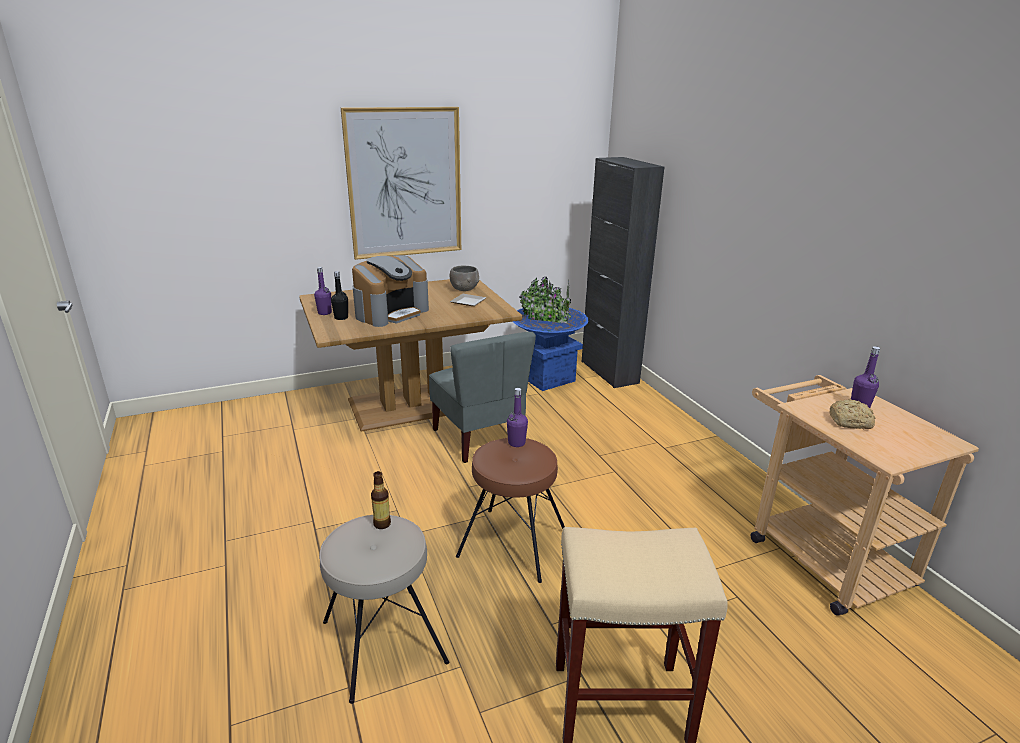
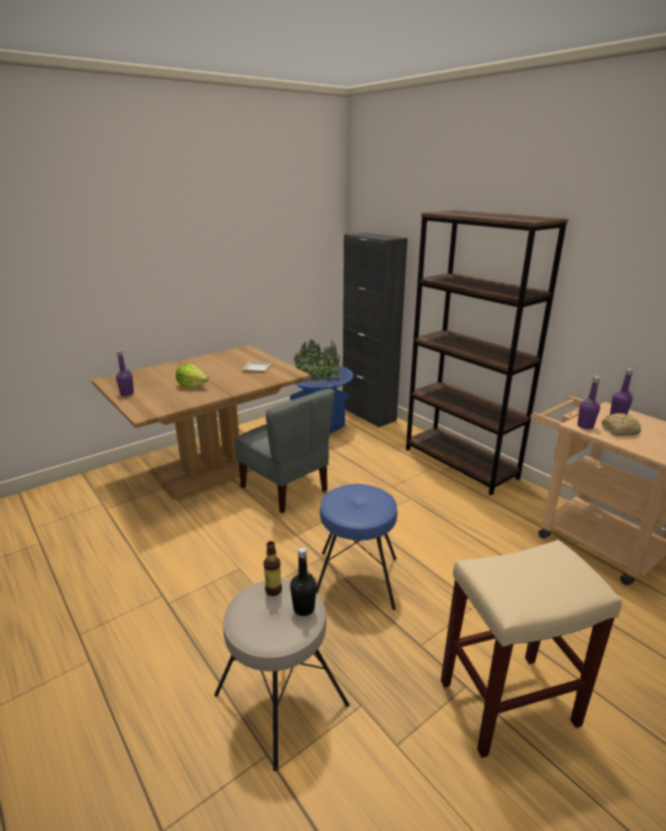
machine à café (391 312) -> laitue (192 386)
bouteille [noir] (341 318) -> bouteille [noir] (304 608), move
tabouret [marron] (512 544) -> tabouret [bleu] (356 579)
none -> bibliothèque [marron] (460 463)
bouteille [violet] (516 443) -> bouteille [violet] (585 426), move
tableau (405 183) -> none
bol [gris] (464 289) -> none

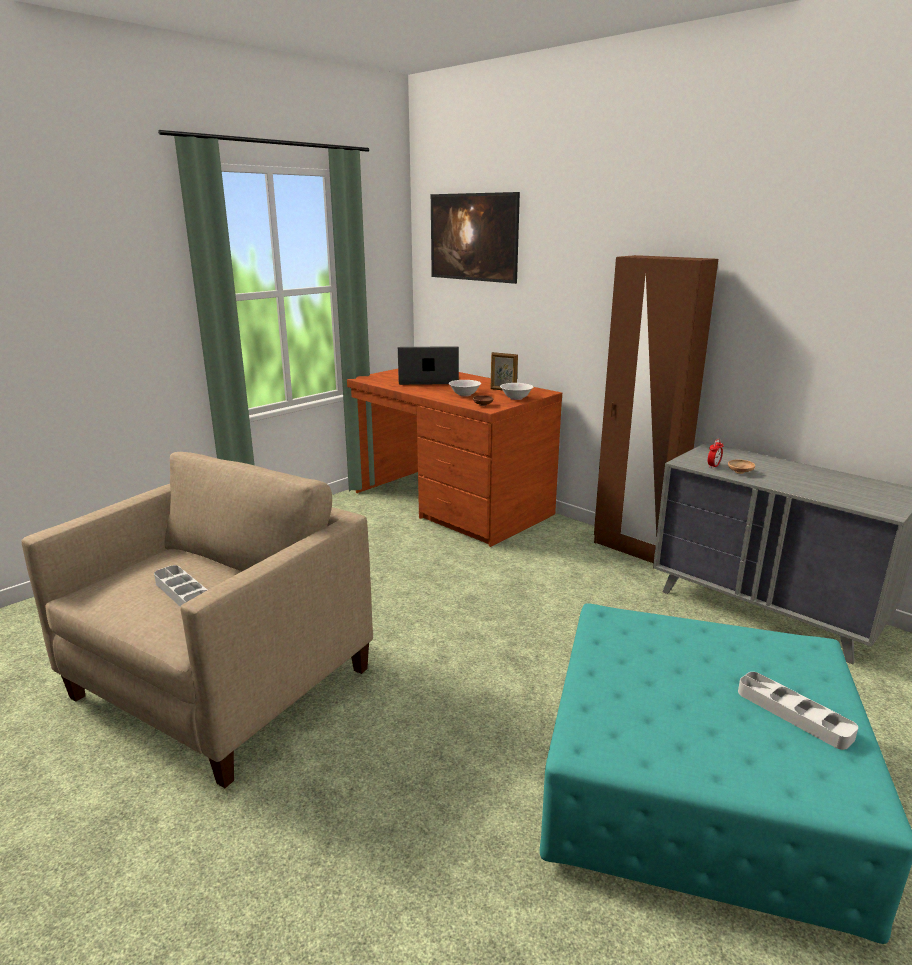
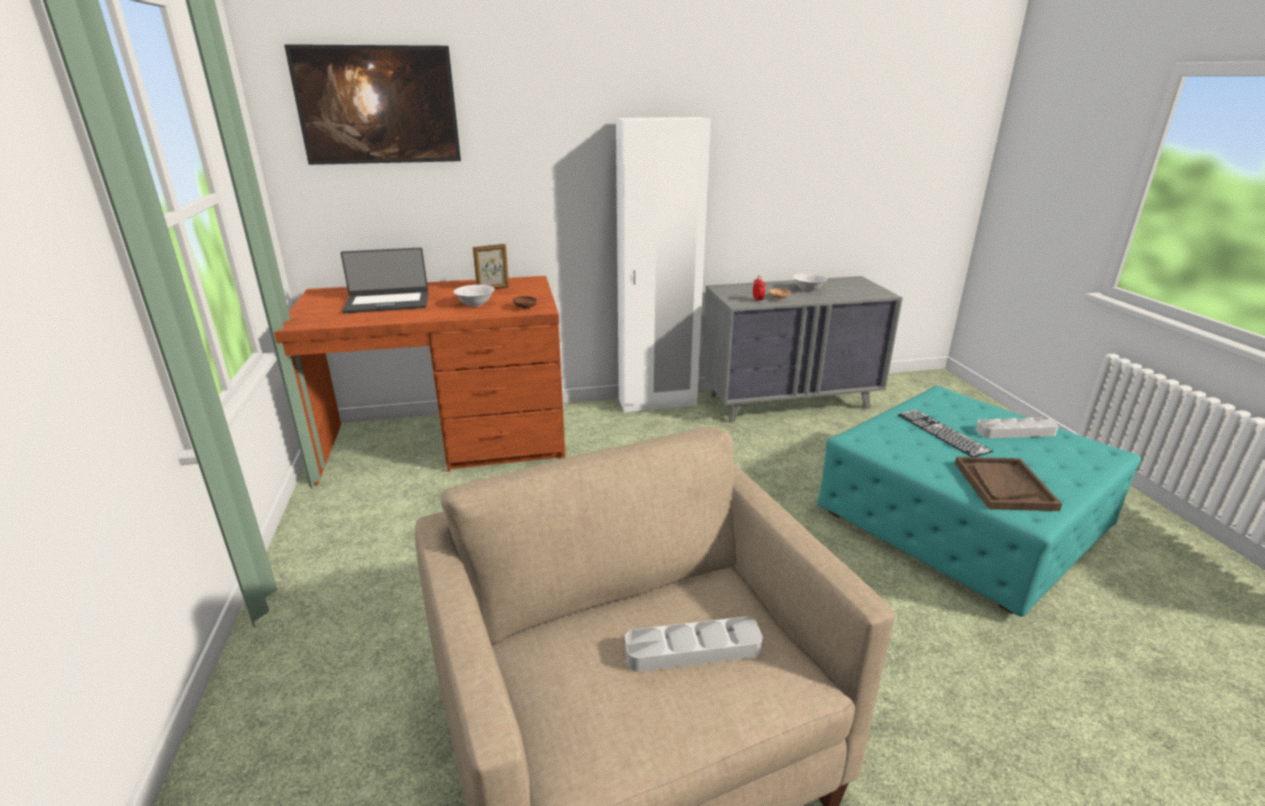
ordinateur portable (428 381) -> ordinateur portable (387 303), 135 degrees counterclockwise
armoire [marron] (635 549) -> armoire [blanc] (657 403)
bol [blanc] (516 398) -> bol [blanc] (808 290), move
none -> clavier (942 432)
none -> plateau [marron] (1003 485)

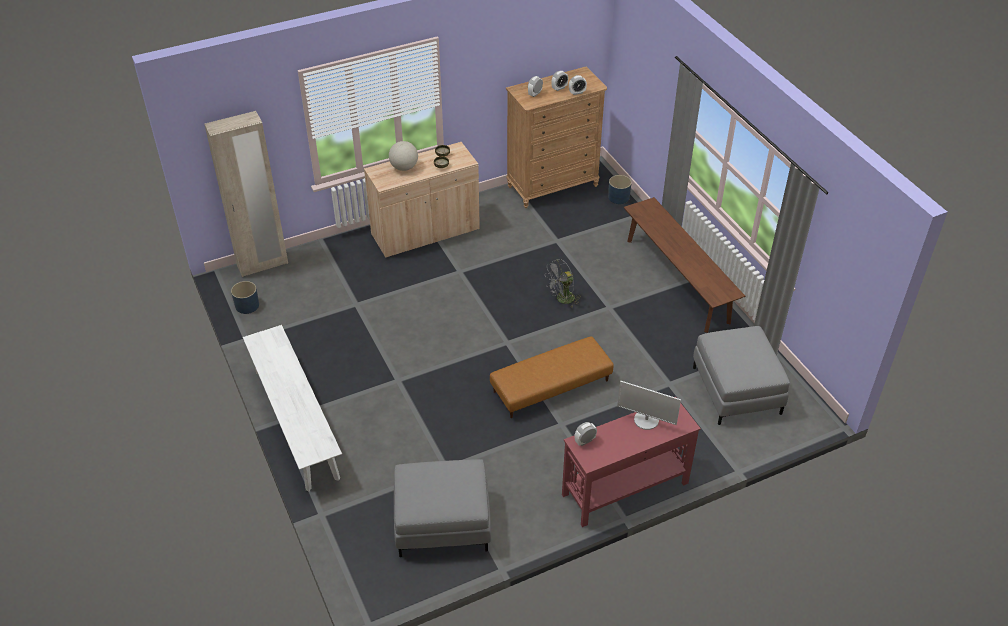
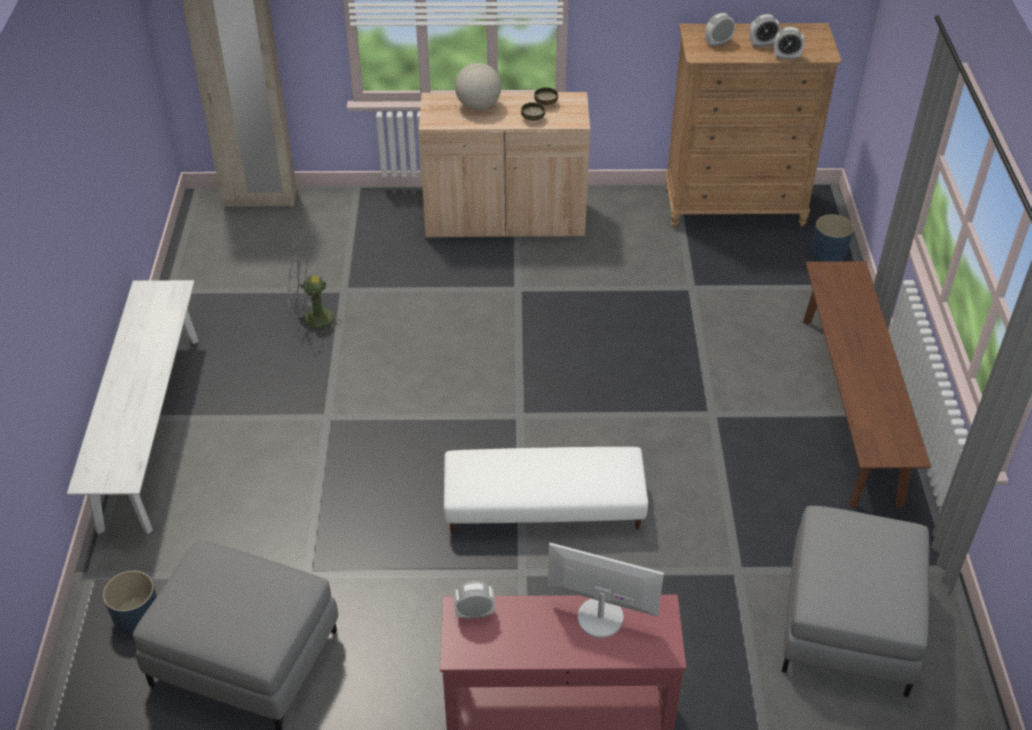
cache-pot [bleu] (247 306) -> cache-pot [bleu] (137 616), move
ventilateur [gris] (562 300) -> ventilateur [gris] (311 319), move
pouf [marron] (551 386) -> pouf [blanc] (543 506)
écran d'ordinateur (646 420) -> écran d'ordinateur (600 617), 150 degrees clockwise

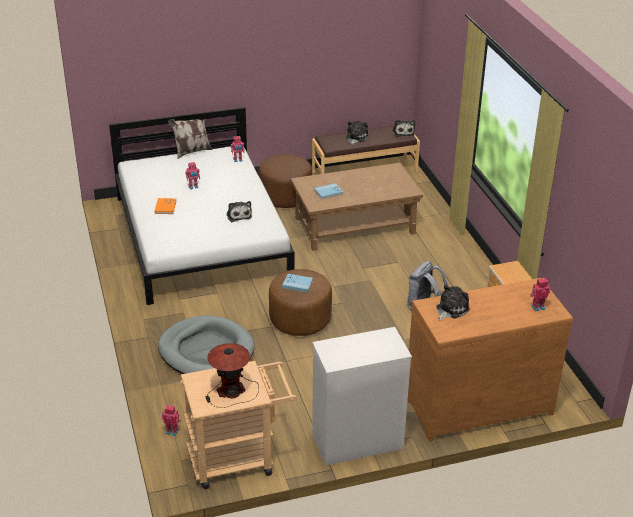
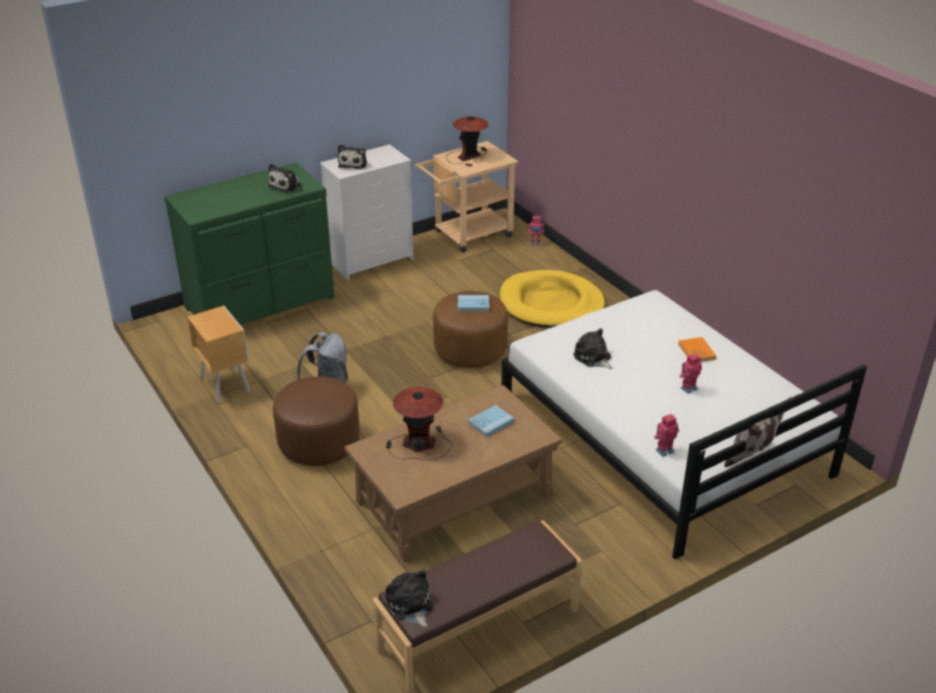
commode [marron] (477 404) -> commode [vert] (261 303)
pouf [marron] (285 197) -> pouf [marron] (318 443), move
peluche (355 137) -> peluche (353 164), move
none -> lampe de table (419 443)
panier pour chien [gris] (206 351) -> panier pour chien [jaune] (551 304)
robot jouet (537 307) -> none

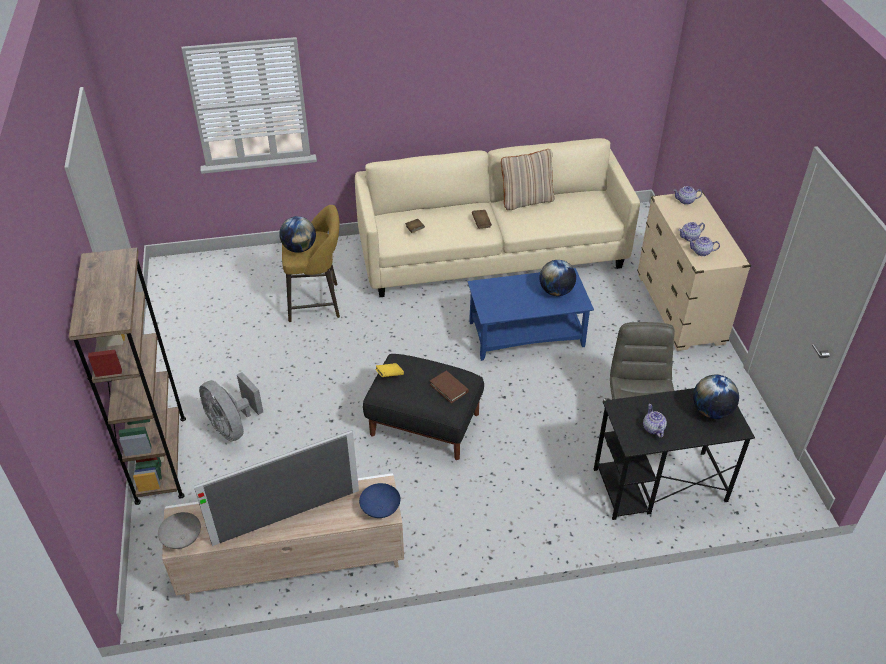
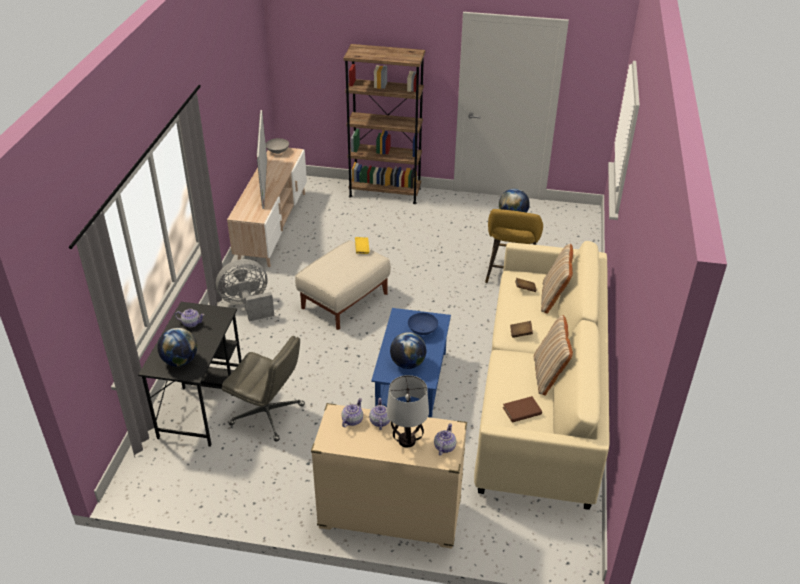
ventilateur [gris] (232 426) -> ventilateur [gris] (247 305), move
pouf [noir] (424 423) -> pouf [beige] (345 300)
none -> lampe de table (407 440)
bol [bleu] (380 508) -> bol [bleu] (423 331), move
livre [marron] (449 388) -> livre [marron] (522 411), move
none -> coussin [beige] (553 298)

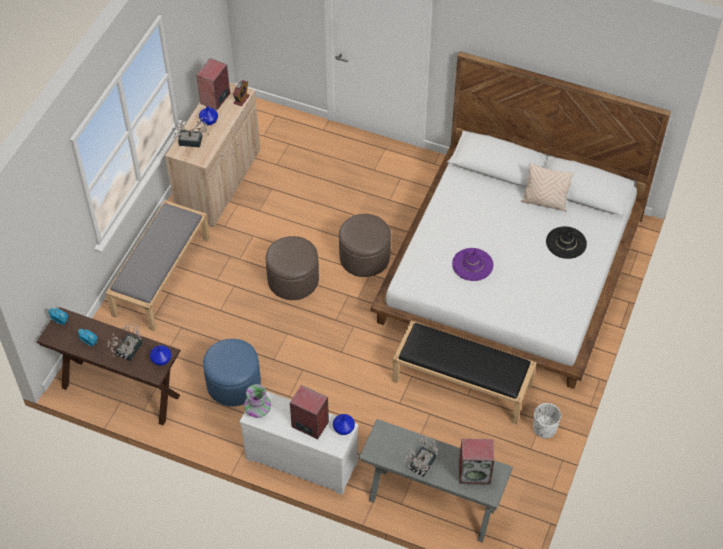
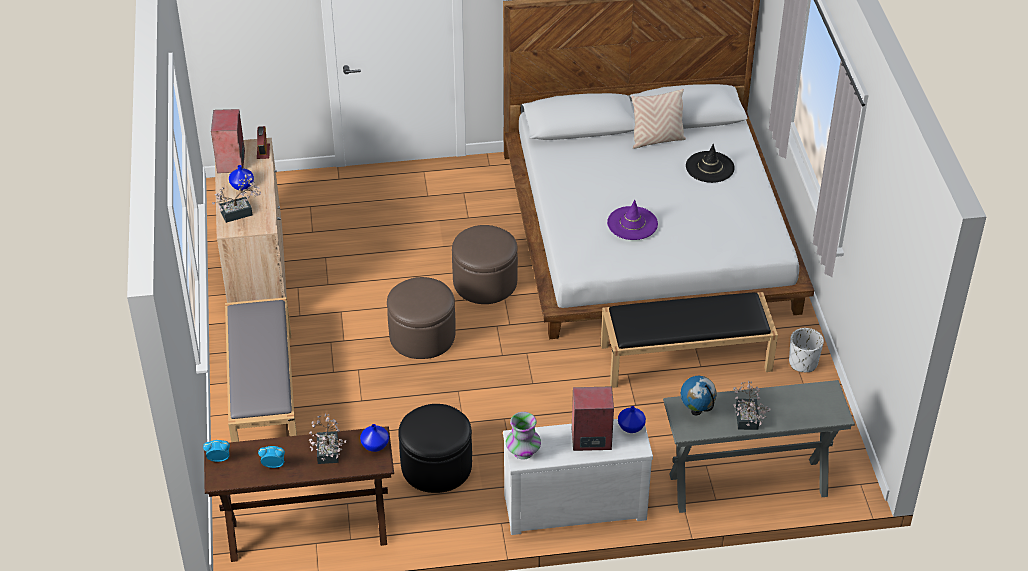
pouf [bleu] (233 383) -> pouf [noir] (436 466)
none -> globe (696 411)
enceinte (475 473) -> none

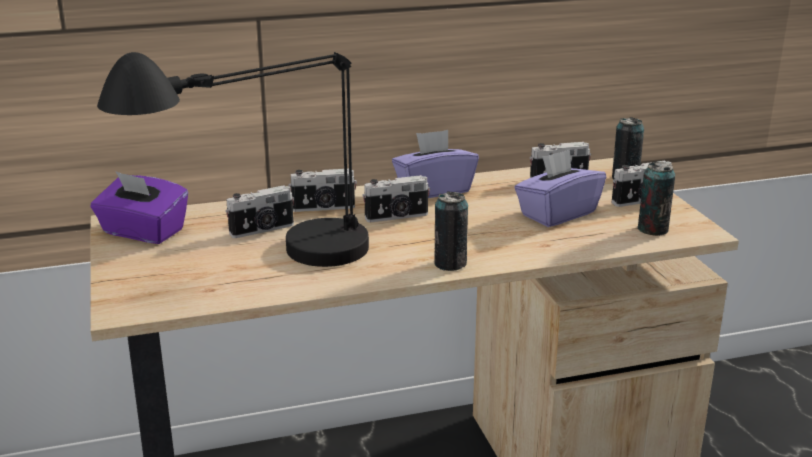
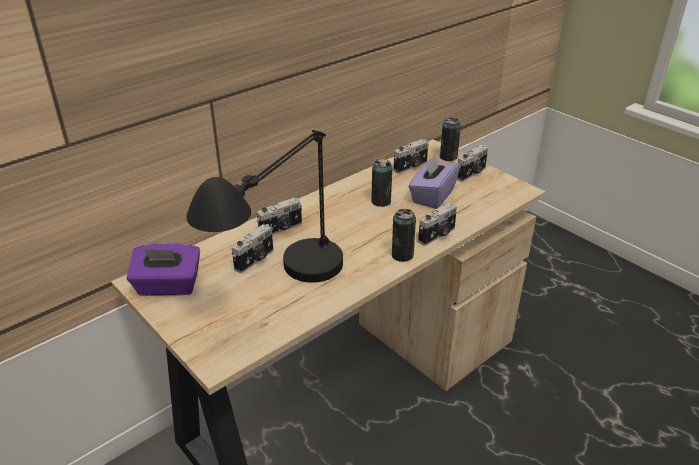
boîte métallique (652 229) -> boîte métallique (381 201), move
appareil photo (397 217) -> appareil photo (438 235), move
boîte à mouchoirs [violet] (434 190) -> none

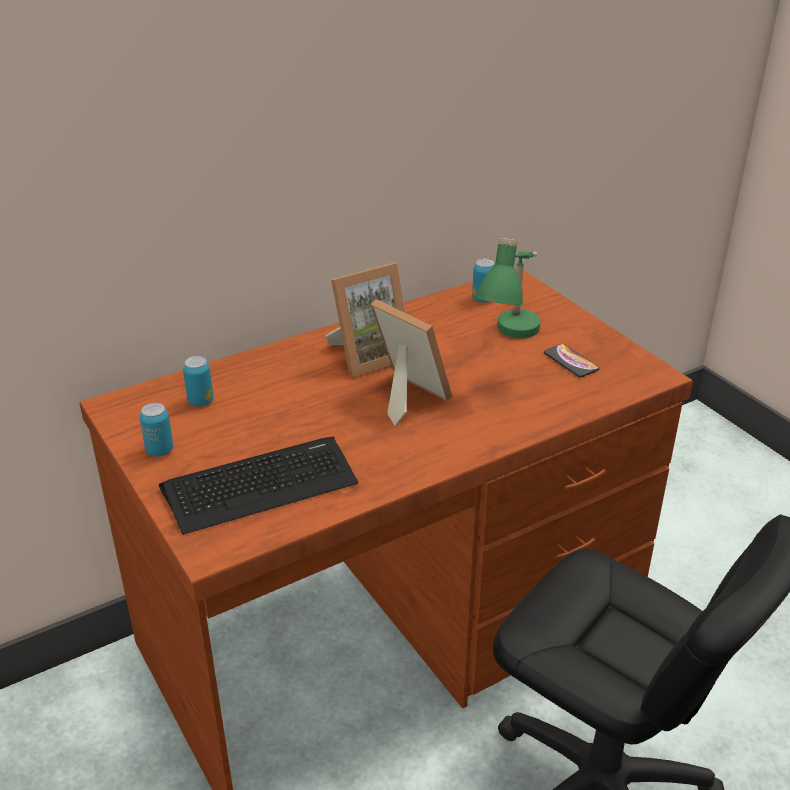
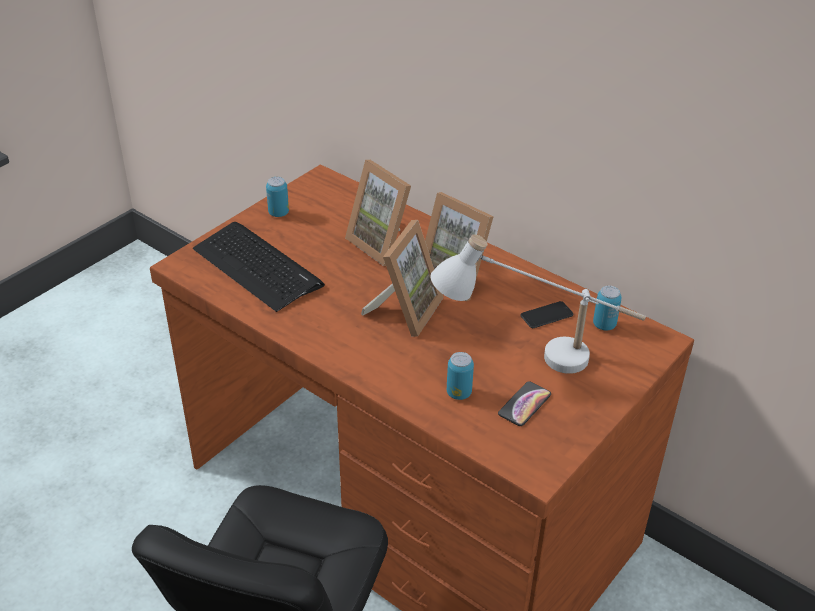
none -> cadre photo (383 243)
lampe de table [vert] (511 343) -> lampe de table [blanc] (532 358)
boîte métallique (200 401) -> boîte métallique (459 393), move
none -> téléphone (546 315)

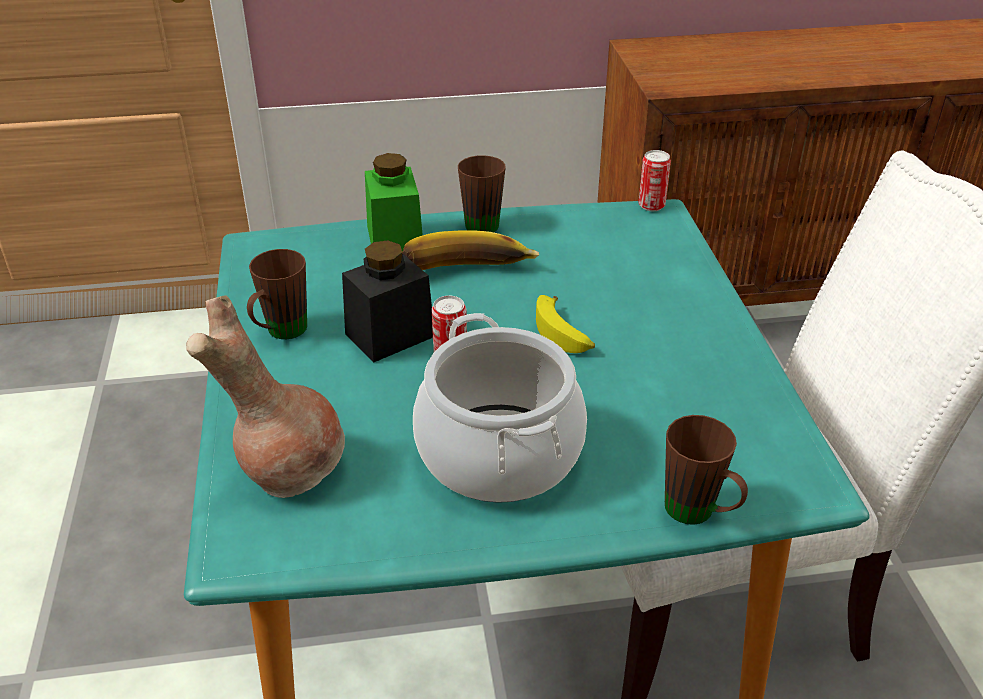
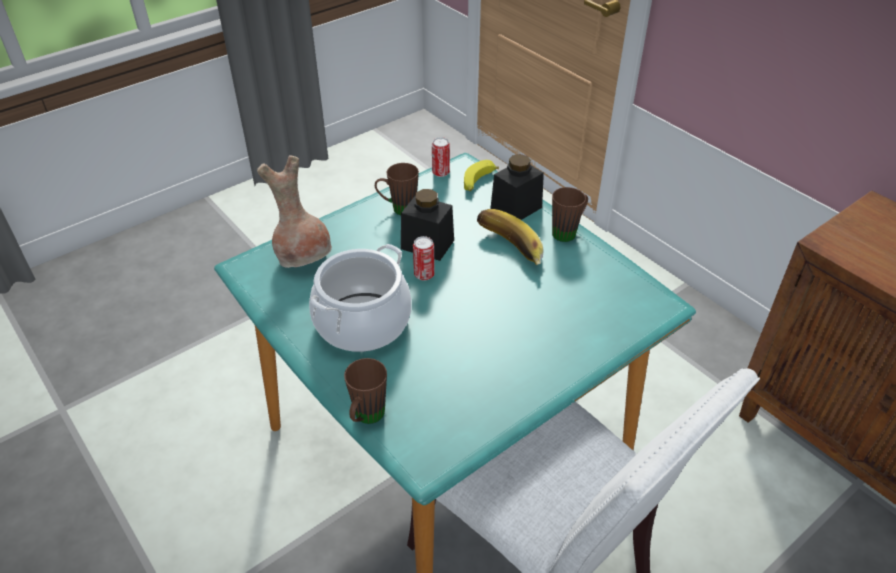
boîte métallique (651 205) -> boîte métallique (440 172), move
banane (563 334) -> banane (478 182), move
bocal [vert] (395 239) -> bocal [noir] (516 208)

